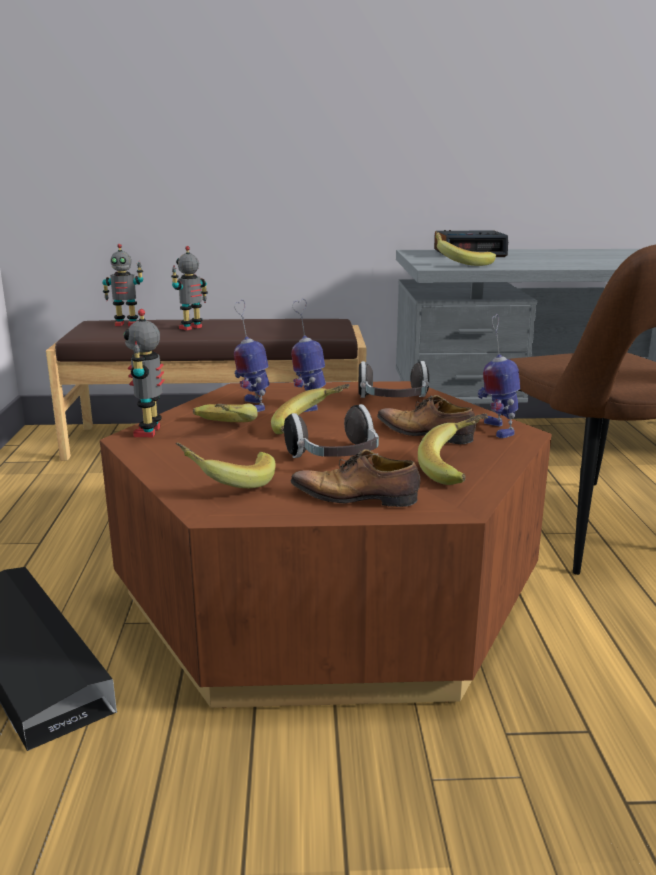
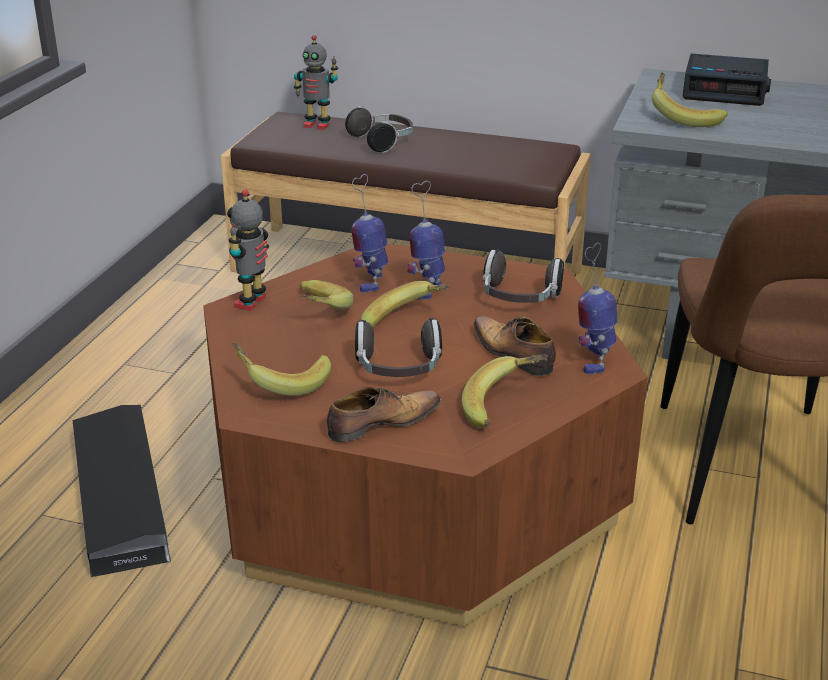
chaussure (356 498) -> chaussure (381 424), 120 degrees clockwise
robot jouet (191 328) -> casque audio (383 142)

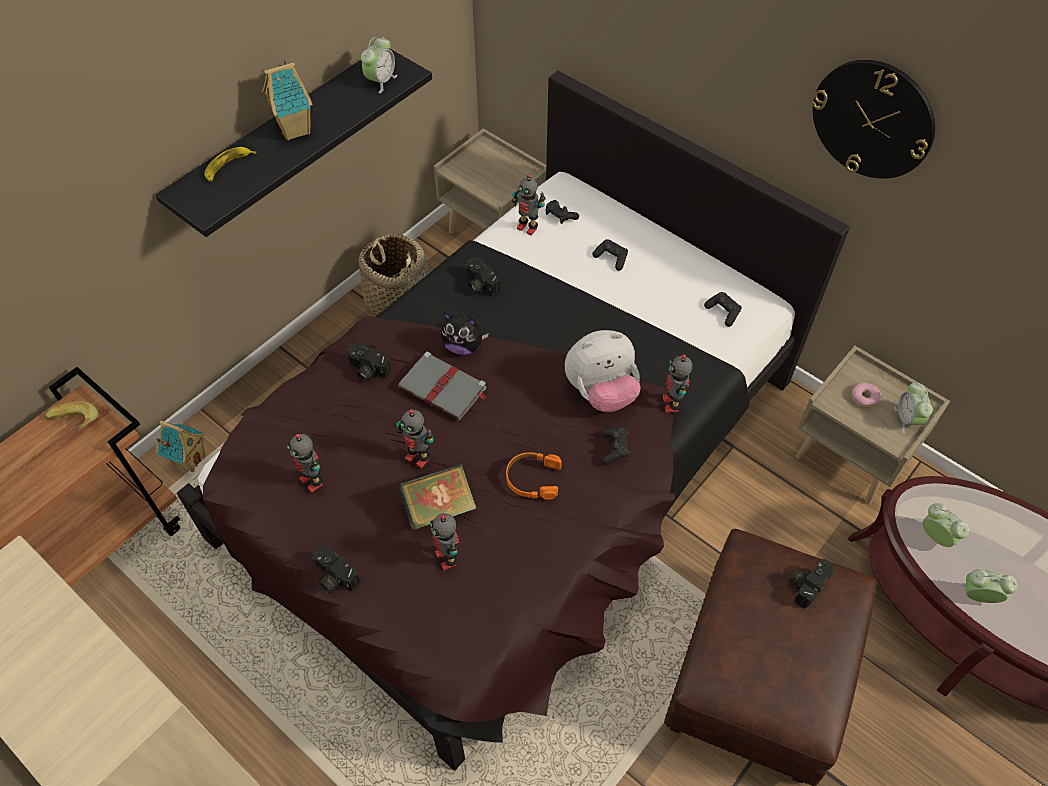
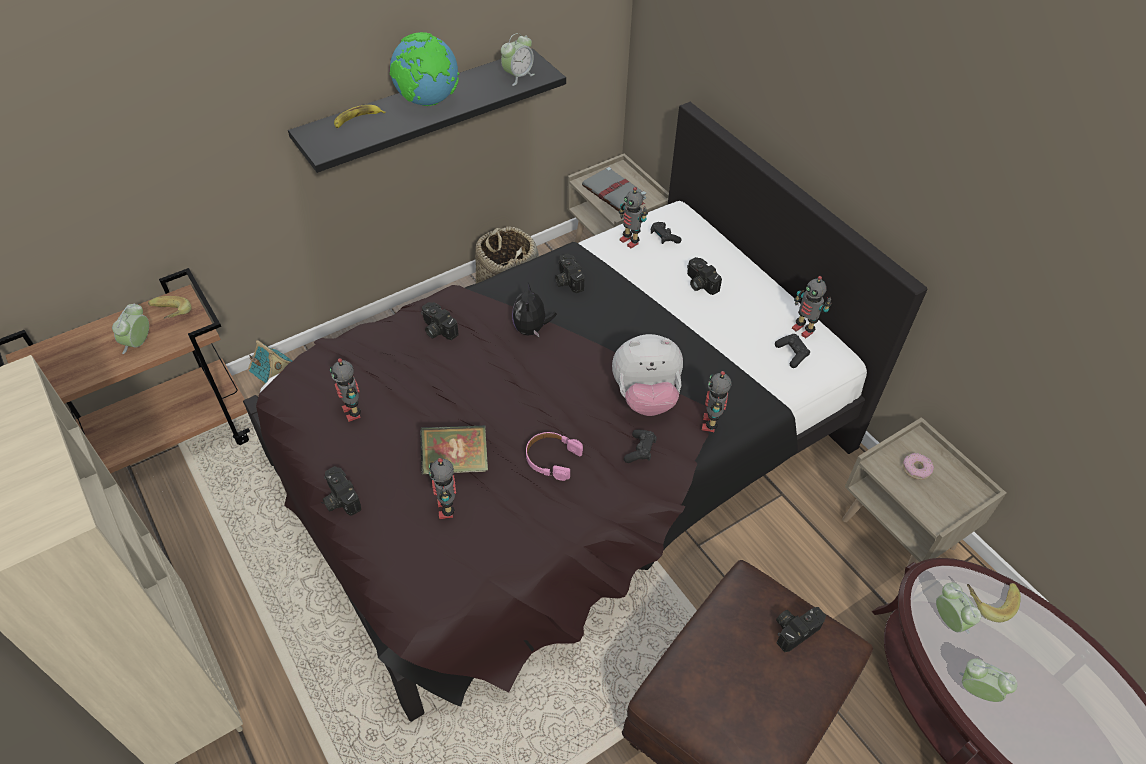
réveil (907 419) -> réveil (139 343), move
maison miniature (296 130) -> globe (427 101)
peluche (463 346) -> peluche (531 329), 60 degrees clockwise
casque audio [orange] (532 479) -> casque audio [rose] (552 458)
livre [gris] (444 389) -> livre [gris] (614 193), move
manette [noir] (611 258) -> appareil photo (699 283)
robot jouet (418 457) -> robot jouet (803 329), move
none -> banane (987 601)
horloge murale (873 119) -> none

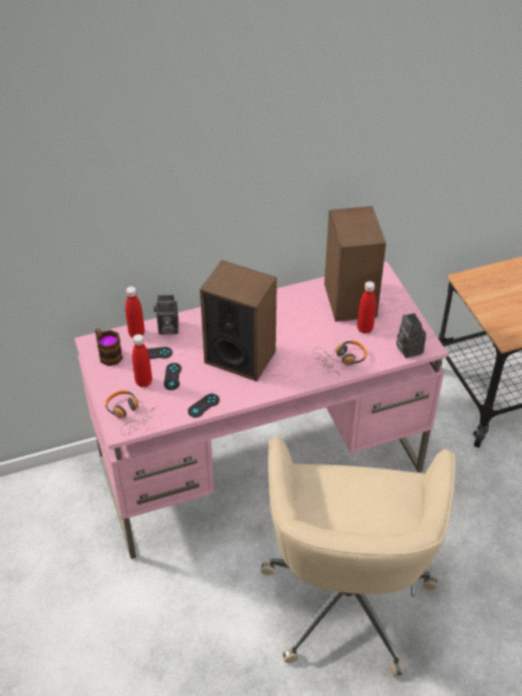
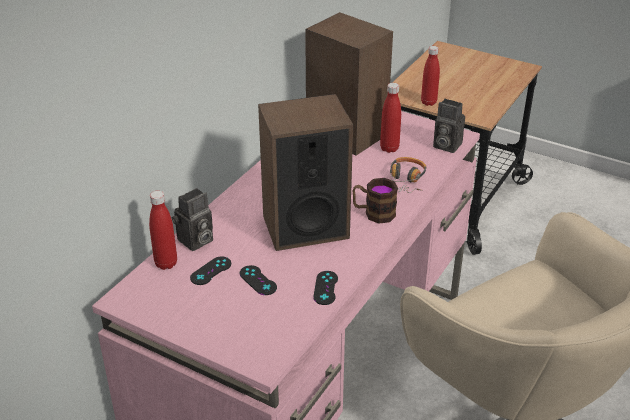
mug (108 354) -> mug (373 213), move
bouteille [rouge] (143 382) -> bouteille [rouge] (428 102), move
casque audio (128 414) -> none

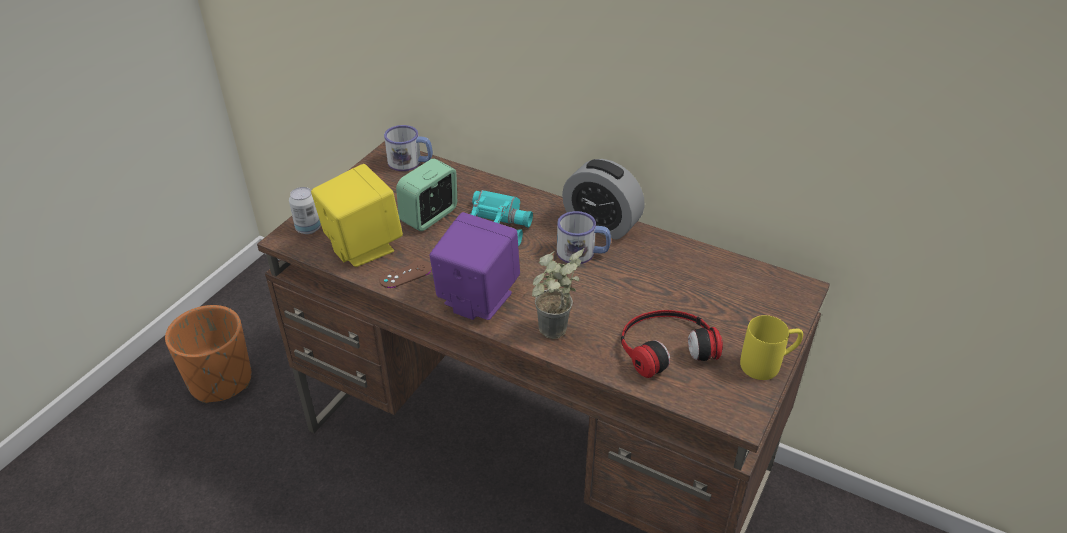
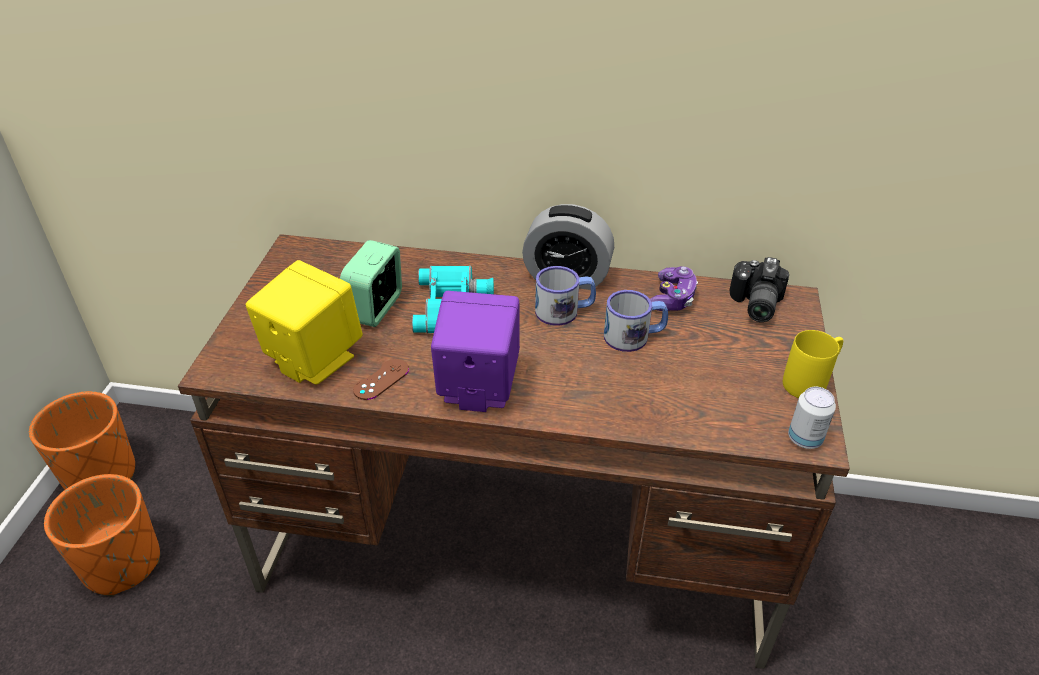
none -> cache-pot [orange] (101 474)
mug (410 162) -> mug (634 336), move
none -> manette (672 298)
none -> appareil photo (753 304)
boîte métallique (308 228) -> boîte métallique (804 439), move
plante en pot (553 336) -> none
casque audio (665 345) -> none

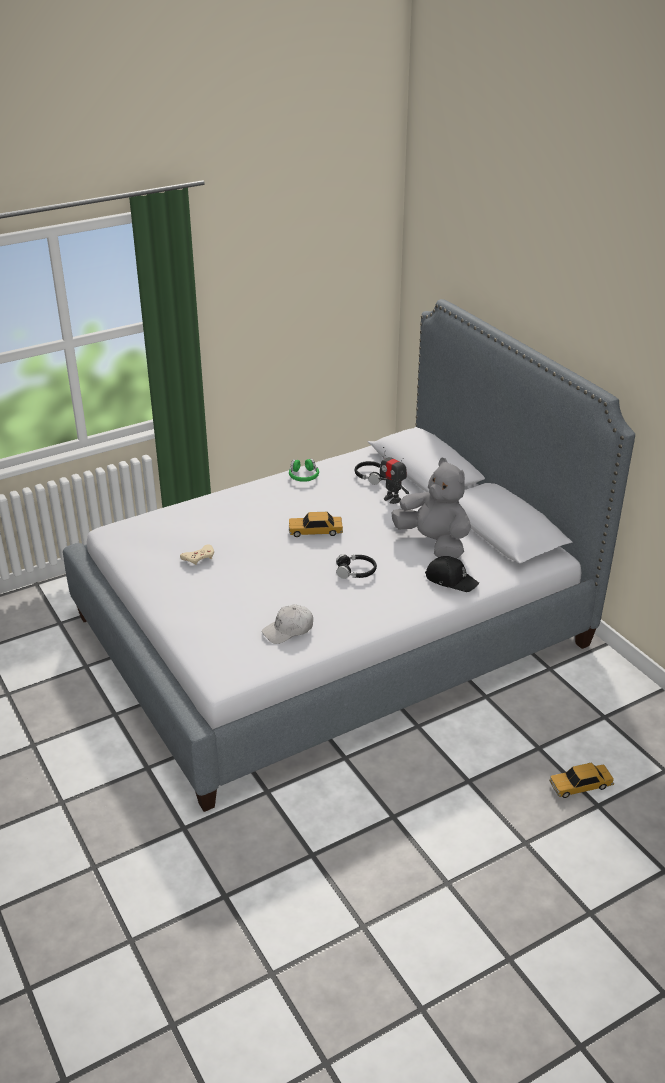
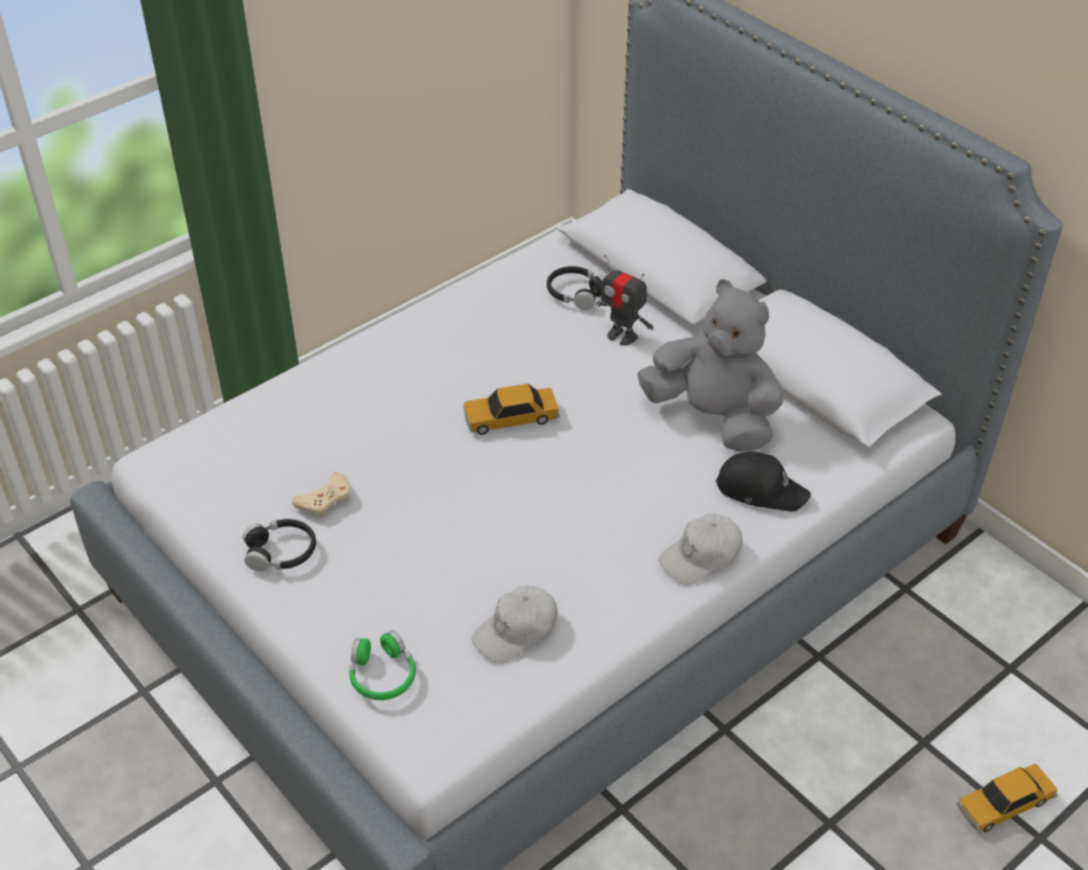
casque audio [noir] (356 571) -> casque audio [noir] (281 552), move
casque audio [vert] (303 476) -> casque audio [vert] (382 674), move
none -> casquette [blanc] (701 556)

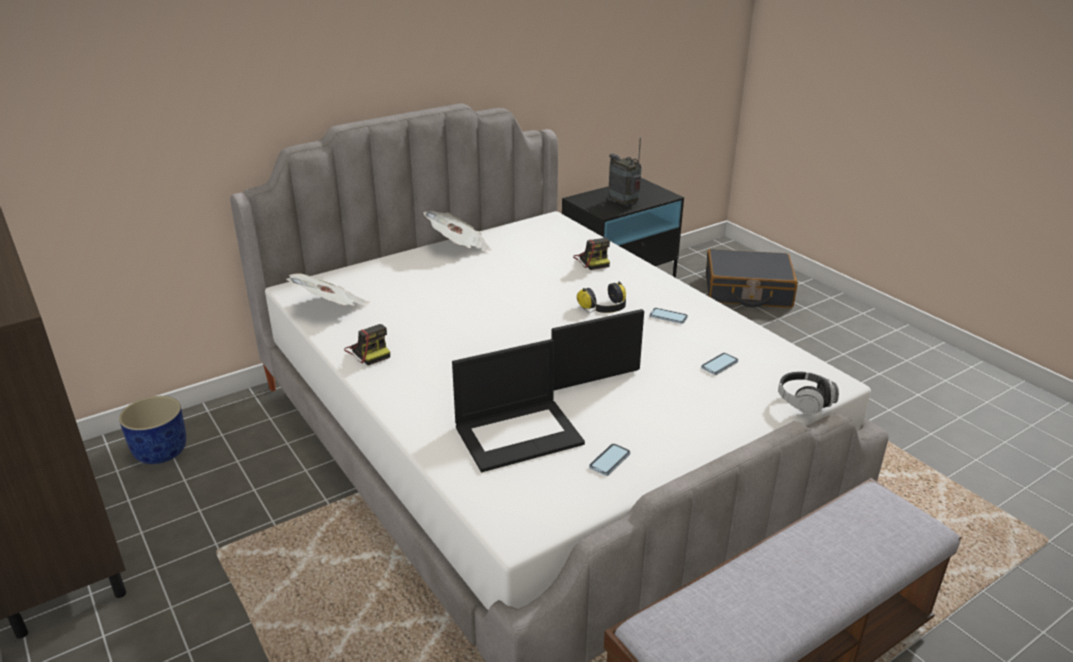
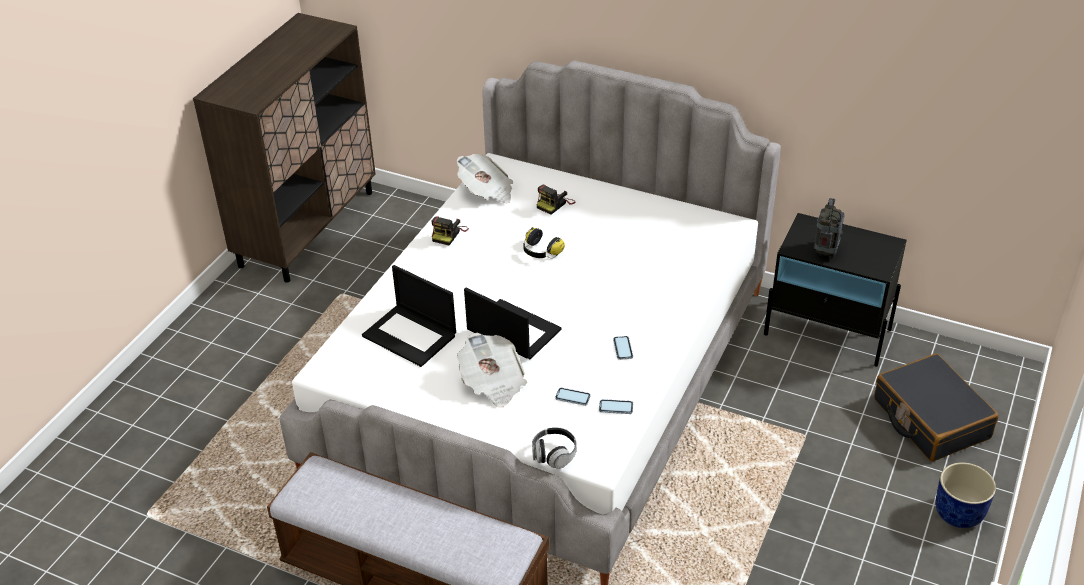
journal (459 246) -> journal (493 383), move
casque audio (605 309) -> casque audio (540 252), move
appareil photo (592 261) -> appareil photo (555 204), move
téléphone (609 461) -> téléphone (616 407), move
cache-pot [bleu] (160 451) -> cache-pot [bleu] (958 512), move

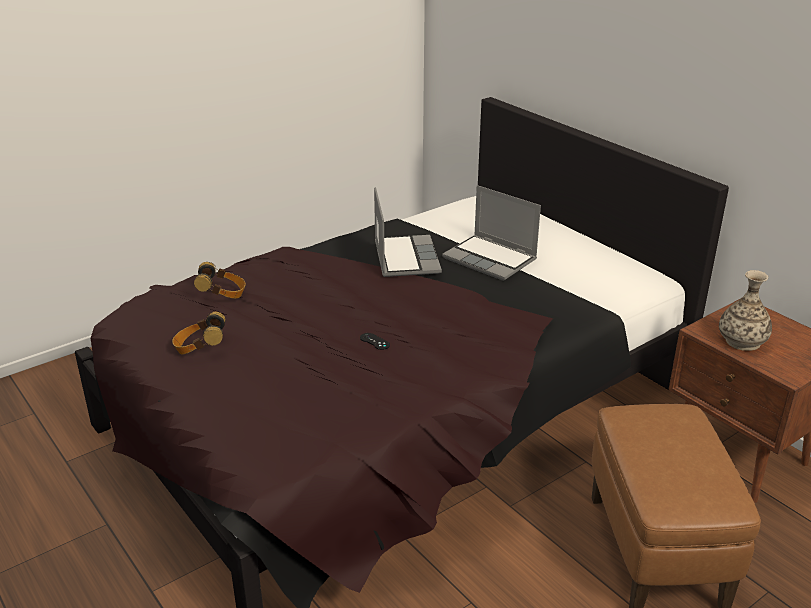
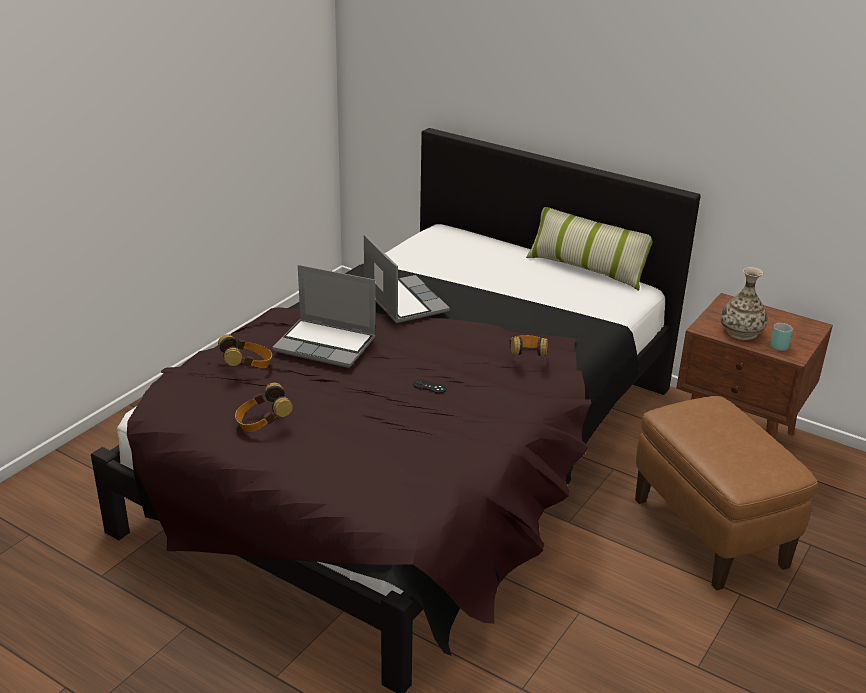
ordinateur portable (491 259) -> ordinateur portable (327 344), move
none -> casque audio (527 357)
none -> coussin (586 269)
none -> mug [turquoise] (776 344)

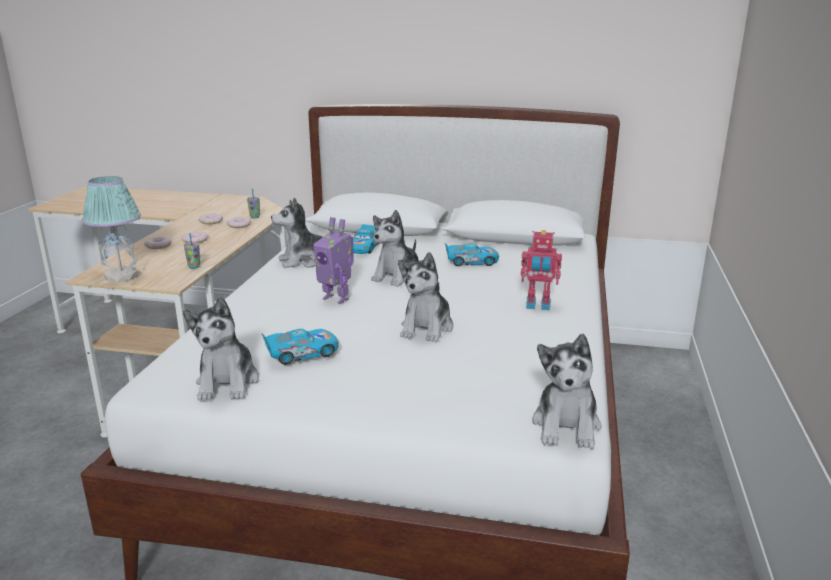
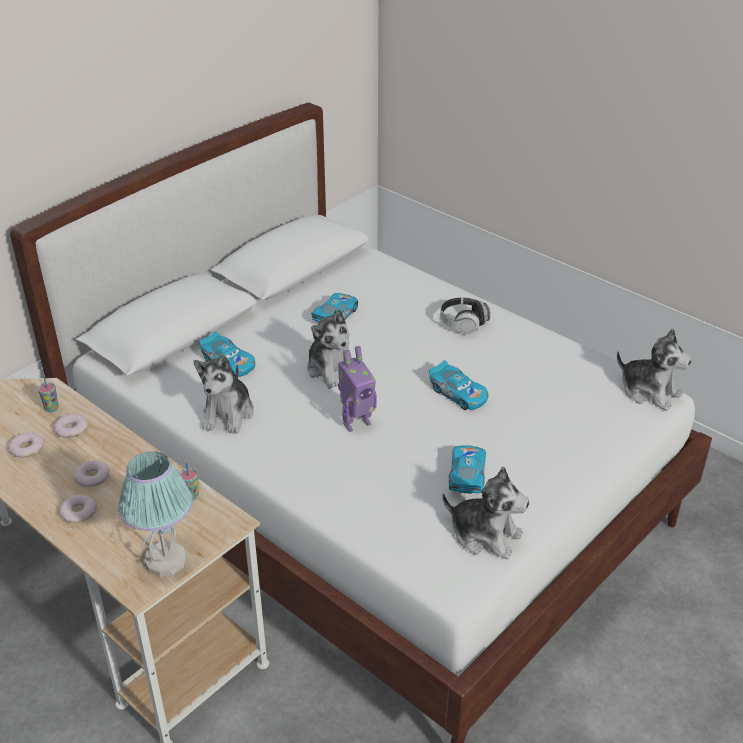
peluche (427 328) -> petite voiture (458 394)
robot jouet (538 306) -> casque audio (463 323)

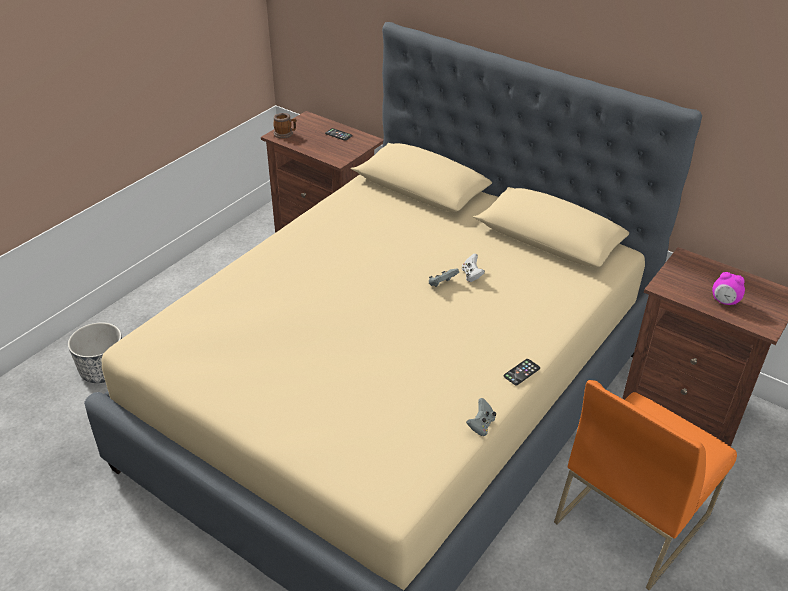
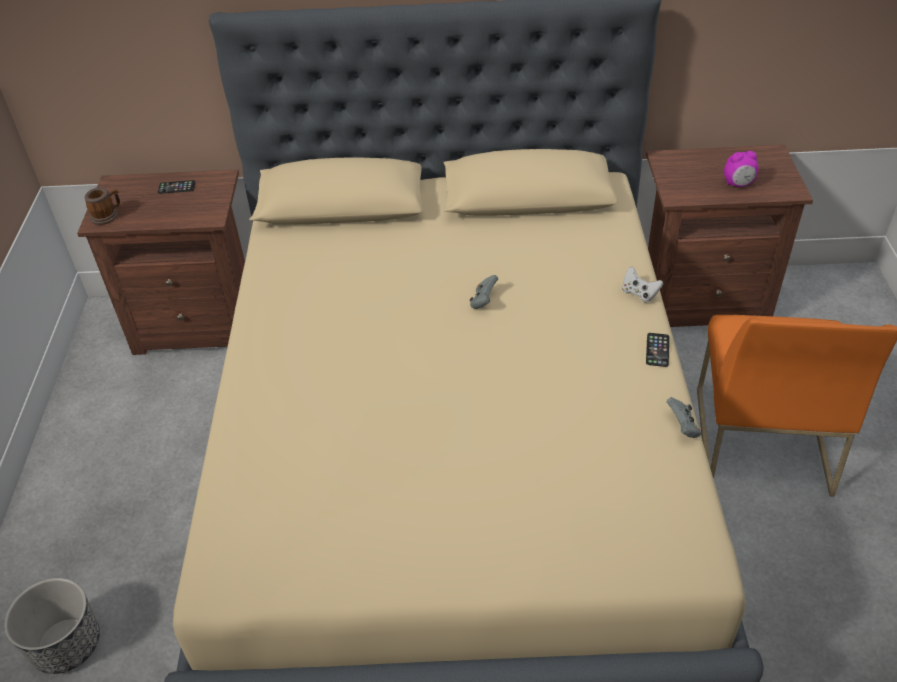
manette [blanc] (471 275) -> manette [blanc] (639 293), move

